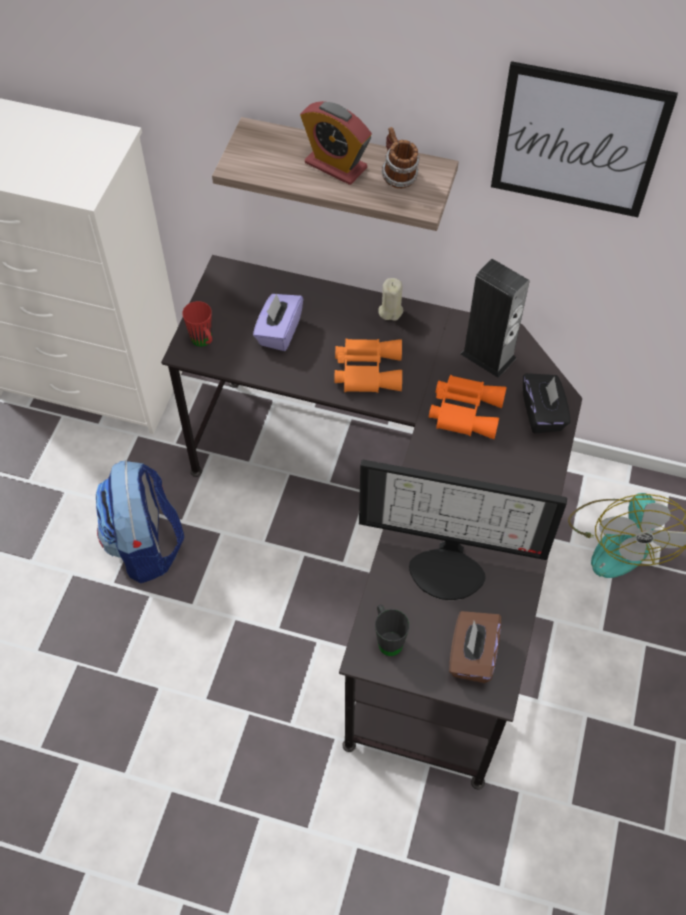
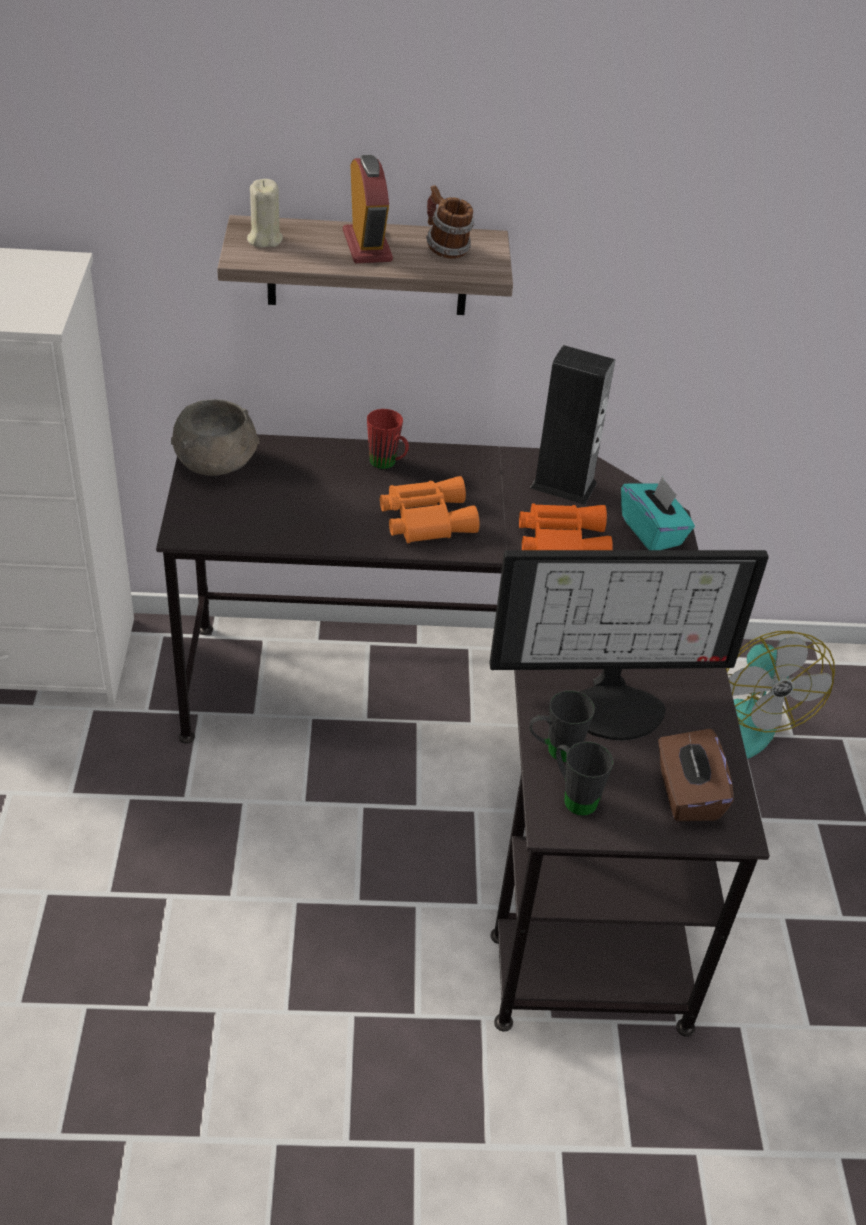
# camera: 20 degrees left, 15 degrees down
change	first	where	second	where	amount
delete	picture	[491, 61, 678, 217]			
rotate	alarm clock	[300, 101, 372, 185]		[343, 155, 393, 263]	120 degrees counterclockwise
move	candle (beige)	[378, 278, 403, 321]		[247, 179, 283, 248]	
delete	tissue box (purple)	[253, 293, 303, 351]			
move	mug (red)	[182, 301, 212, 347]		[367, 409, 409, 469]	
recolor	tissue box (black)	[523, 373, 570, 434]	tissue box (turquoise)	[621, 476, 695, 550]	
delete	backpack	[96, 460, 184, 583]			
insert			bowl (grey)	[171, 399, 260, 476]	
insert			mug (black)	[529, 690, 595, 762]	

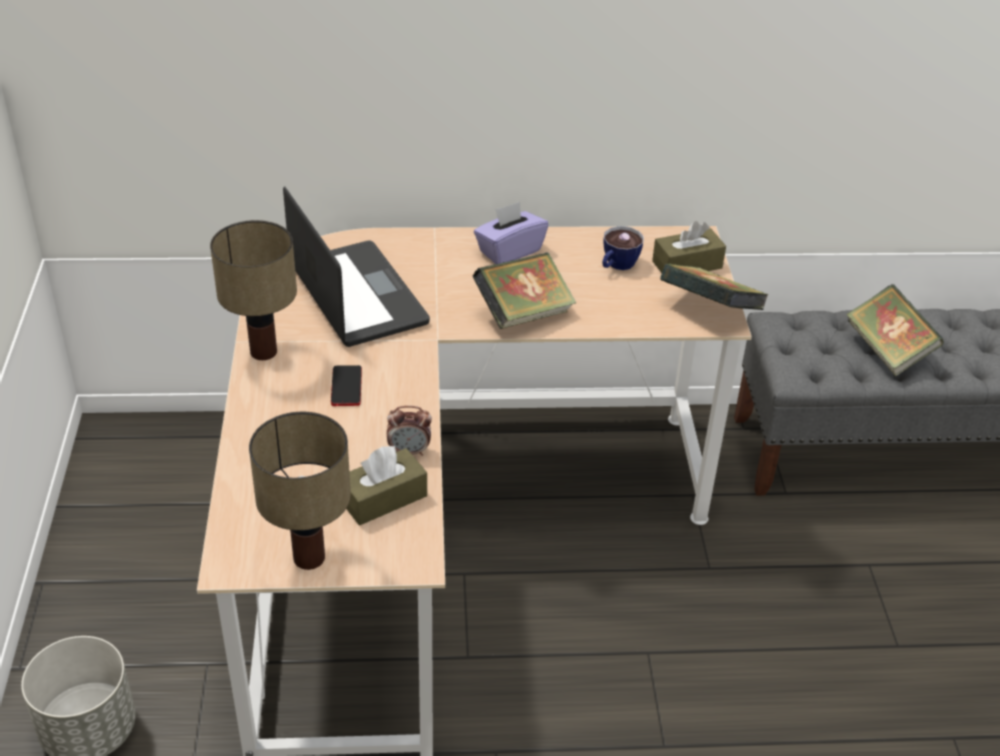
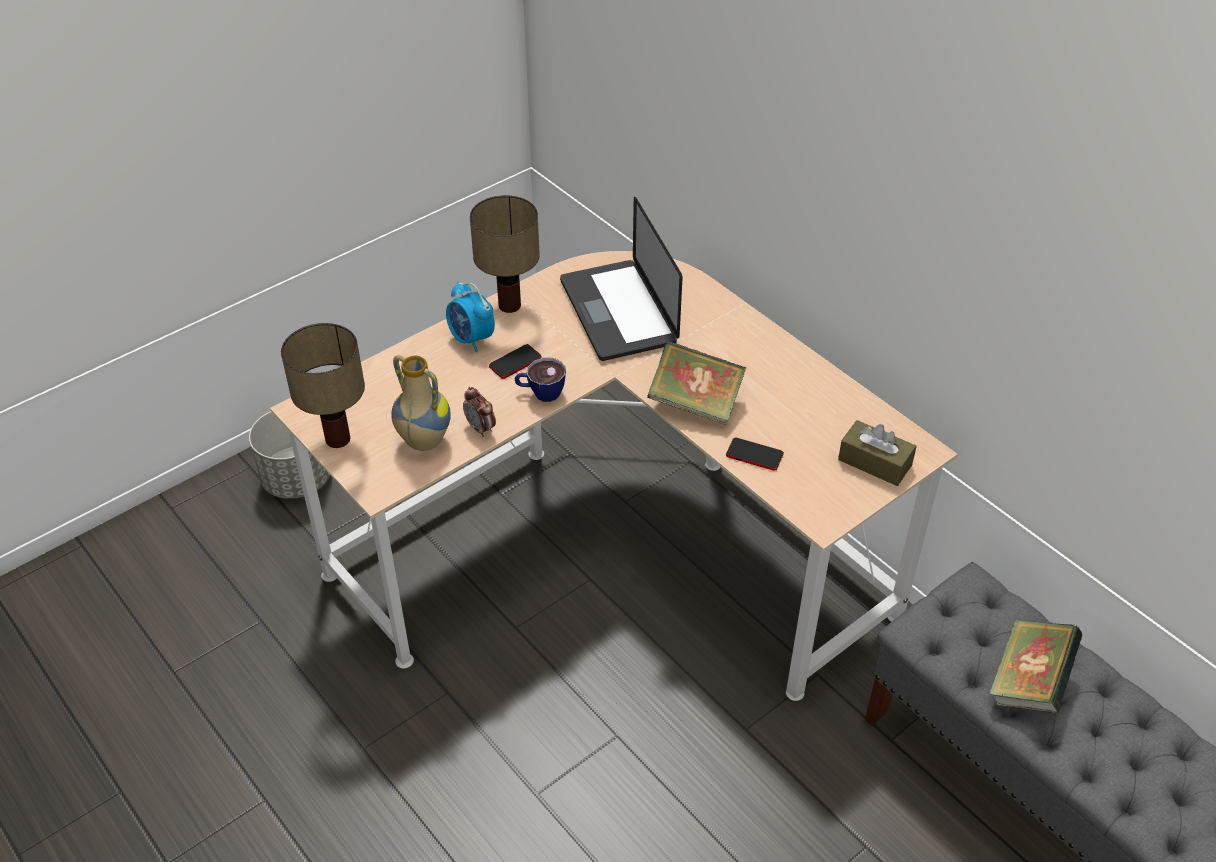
# camera: 55 degrees right, 5 degrees up
change	first	where	second	where	amount
rotate	laptop	[283, 186, 430, 347]		[560, 197, 683, 361]	135 degrees clockwise
delete	tissue box (purple)	[474, 202, 548, 264]			
move	cup	[603, 226, 644, 270]		[515, 357, 566, 402]	
delete	book	[660, 264, 768, 310]			
replace	tissue box (brown)	[346, 446, 427, 525]	vase	[391, 355, 451, 451]	
insert			alarm clock	[446, 282, 495, 352]	
insert			phone	[726, 438, 784, 471]	

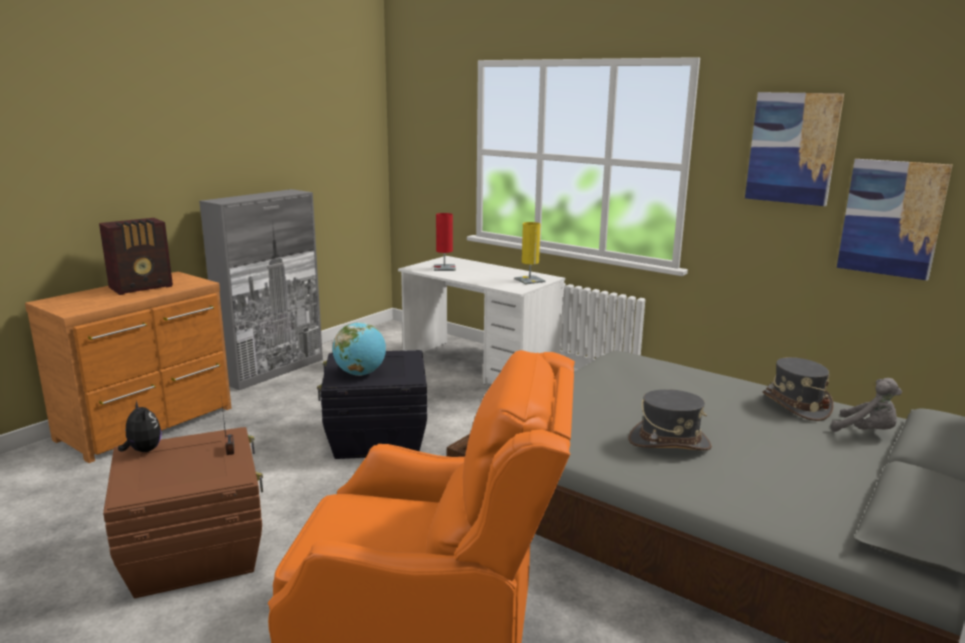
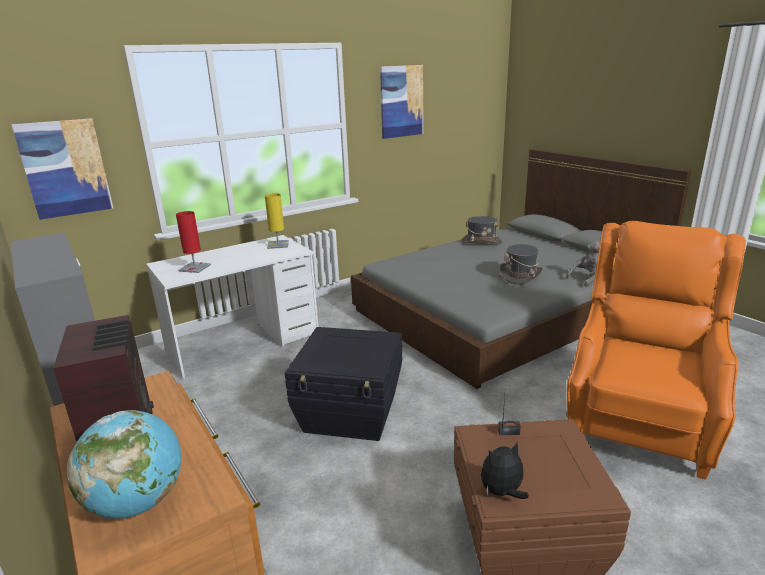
# camera: 70 degrees left, 5 degrees up
change	first	where	second	where	amount
move	picture	[837, 159, 953, 281]		[11, 118, 113, 220]	
move	globe	[333, 322, 386, 376]		[67, 410, 181, 519]	
move	plush toy (grey)	[831, 378, 902, 432]		[566, 241, 600, 287]	

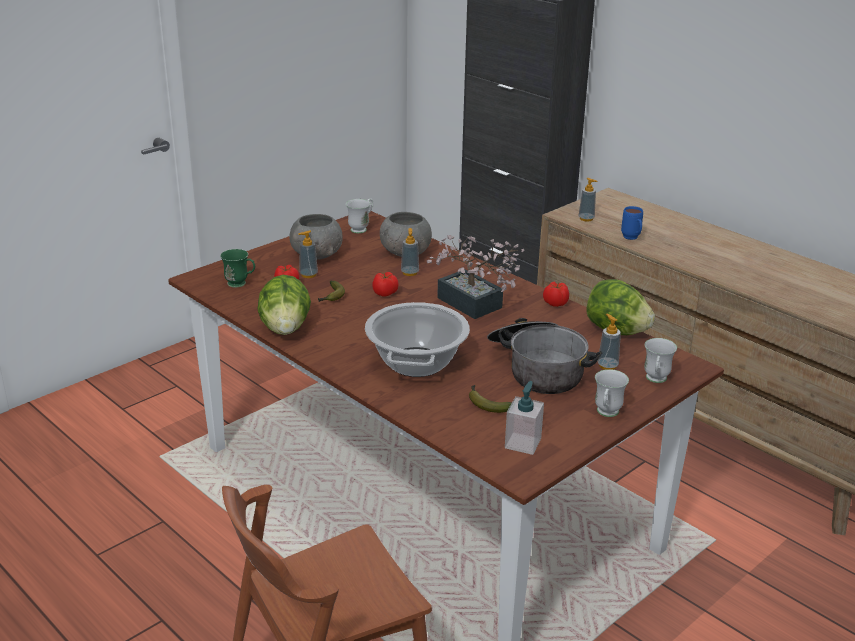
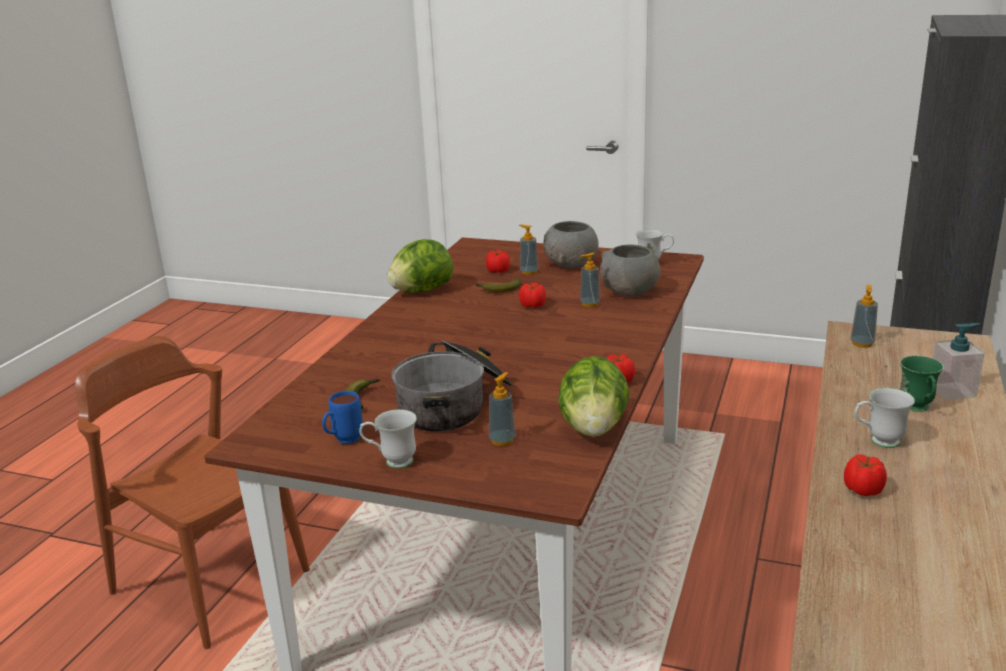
# camera: 65 degrees right, 5 degrees down
change	first	where	second	where	amount
move	mug (blue)	[621, 206, 643, 240]		[322, 391, 363, 444]	
delete	potted plant	[427, 235, 525, 319]			
move	mug (green)	[220, 249, 255, 288]		[900, 356, 944, 412]	
delete	cooking pot	[365, 302, 470, 377]			
move	mug (white)	[644, 338, 677, 383]		[855, 388, 915, 448]	
move	soap dispenser	[505, 381, 544, 455]		[933, 323, 985, 400]	
insert			tomato	[844, 454, 887, 496]	

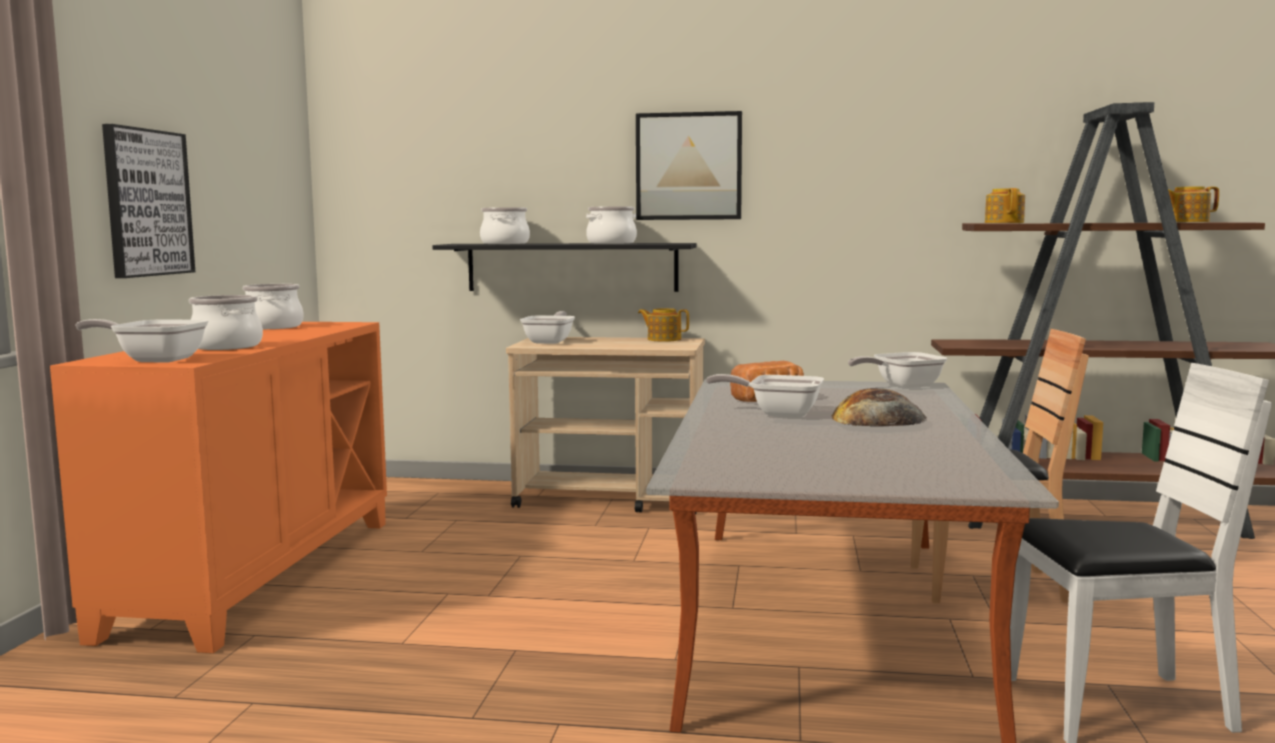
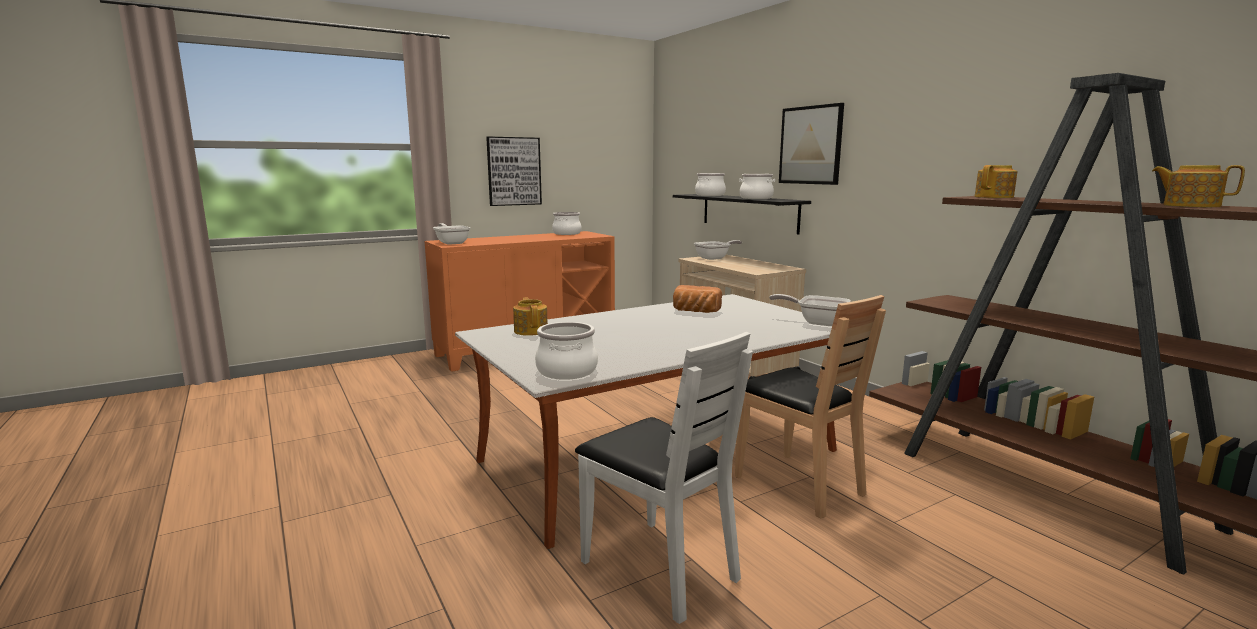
# camera: 50 degrees right, 5 degrees up
change	first	where	second	where	amount
move	cooking pot	[189, 295, 263, 350]		[535, 322, 598, 380]	
move	teapot	[638, 308, 689, 342]		[513, 297, 548, 336]	
delete	frying pan	[706, 374, 824, 418]			
delete	bread	[832, 388, 927, 426]			

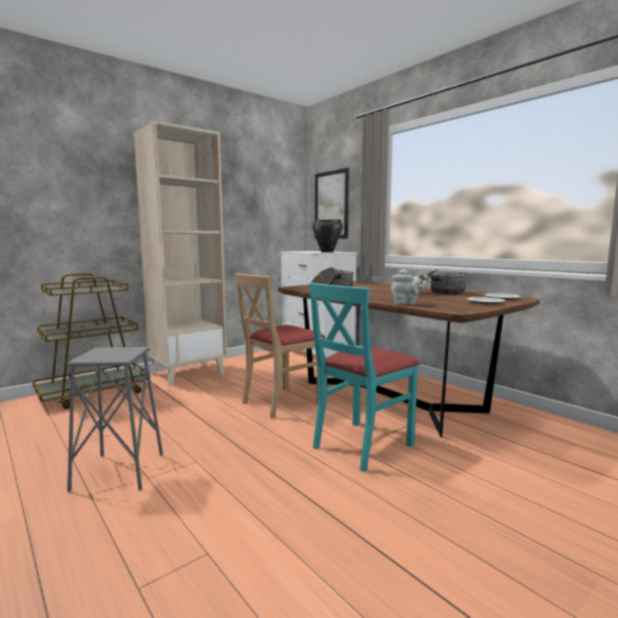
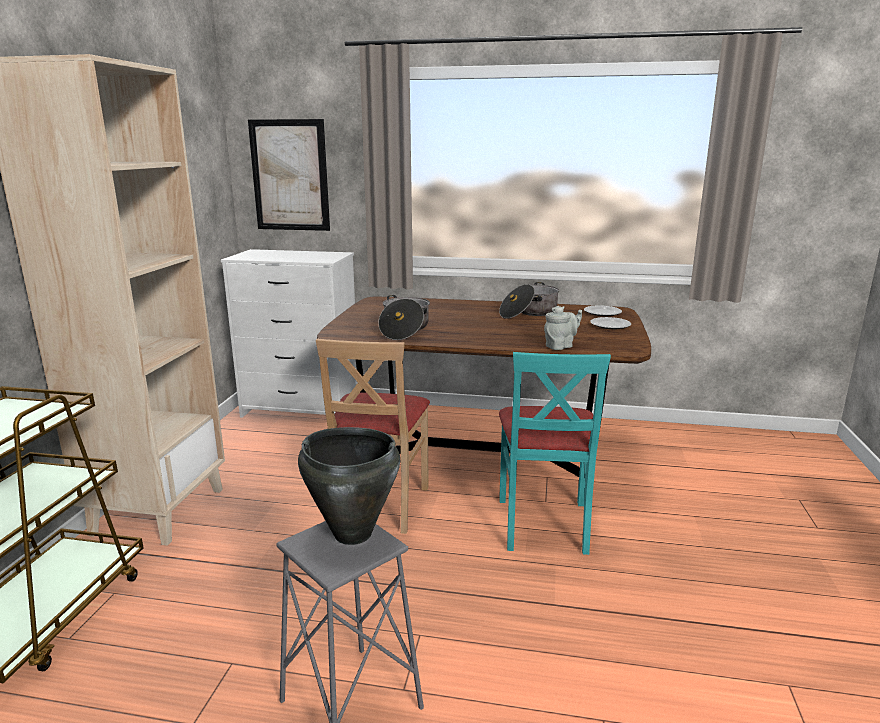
# camera: 40 degrees left, 10 degrees up
change	first	where	second	where	amount
move	cooking pot (black)	[312, 219, 343, 253]		[298, 427, 400, 545]	

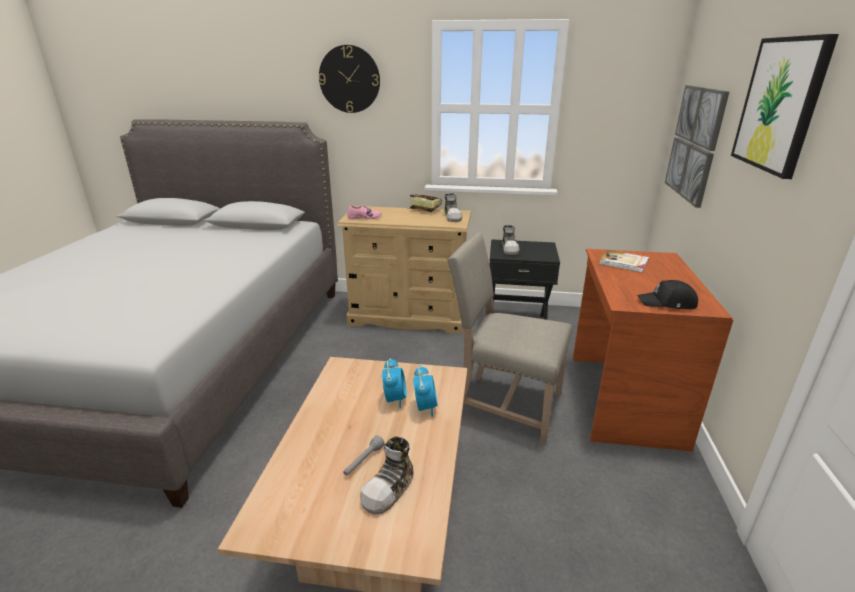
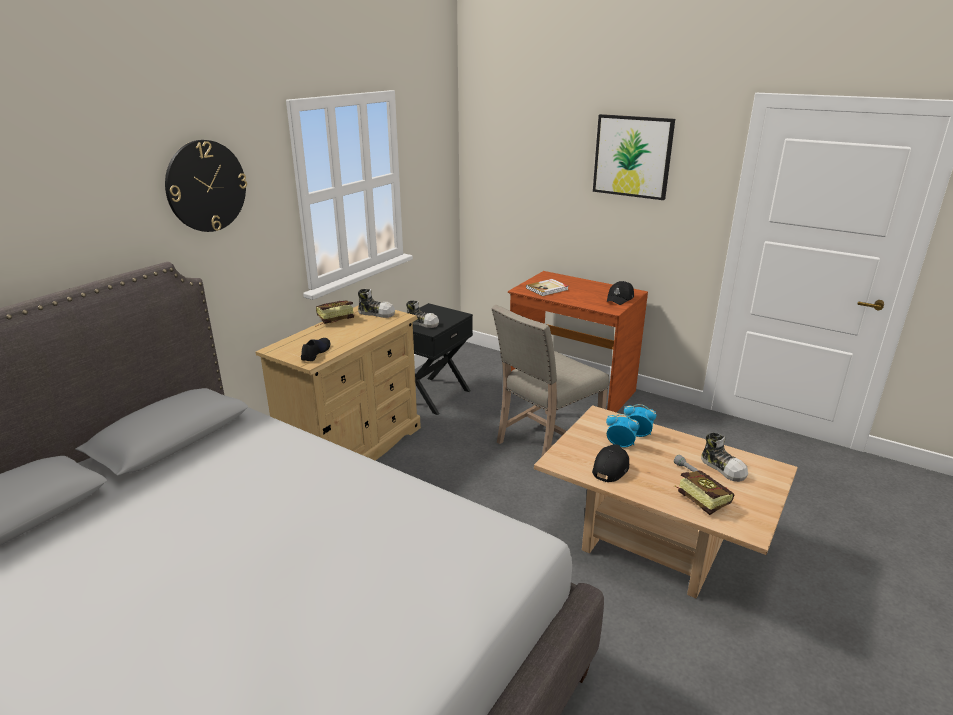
# camera: 65 degrees left, 0 degrees up
change	first	where	second	where	amount
delete	picture	[665, 85, 729, 208]			
recolor	shoe (pink)	[347, 205, 382, 220]	shoe (black)	[301, 338, 330, 361]	
insert			cap (black)	[592, 444, 629, 482]	
insert			book	[674, 470, 734, 515]	

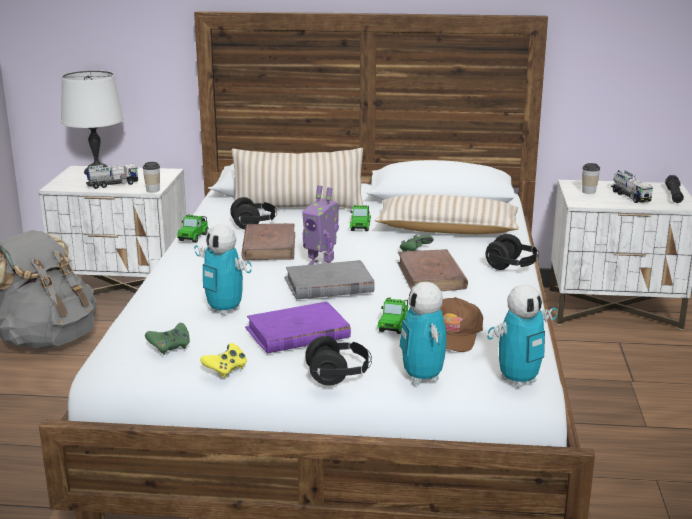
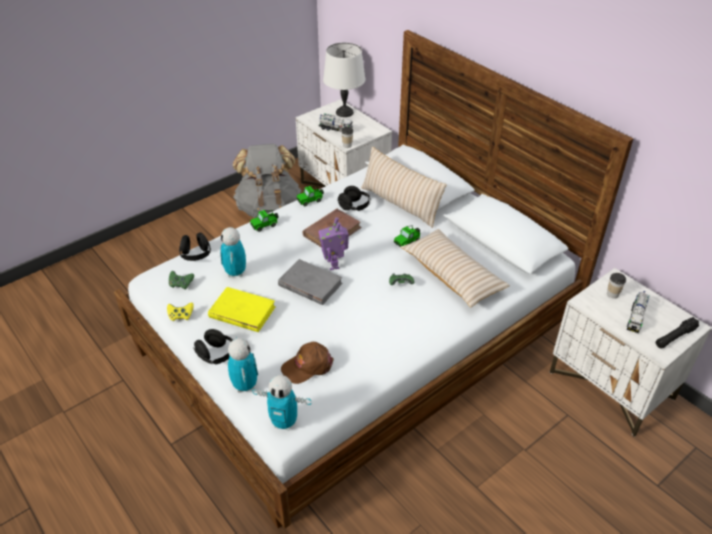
# camera: 45 degrees right, 20 degrees up
change	first	where	second	where	amount
move	headphones (black)	[485, 234, 539, 270]		[179, 233, 211, 261]	
delete	book (brown)	[398, 249, 468, 291]			
rotate	toy robot	[400, 282, 446, 384]		[228, 337, 258, 393]	135 degrees clockwise
move	toy car	[377, 298, 408, 334]		[250, 210, 278, 232]	
recolor	book (purple)	[245, 301, 351, 354]	book (yellow)	[208, 287, 276, 332]	

